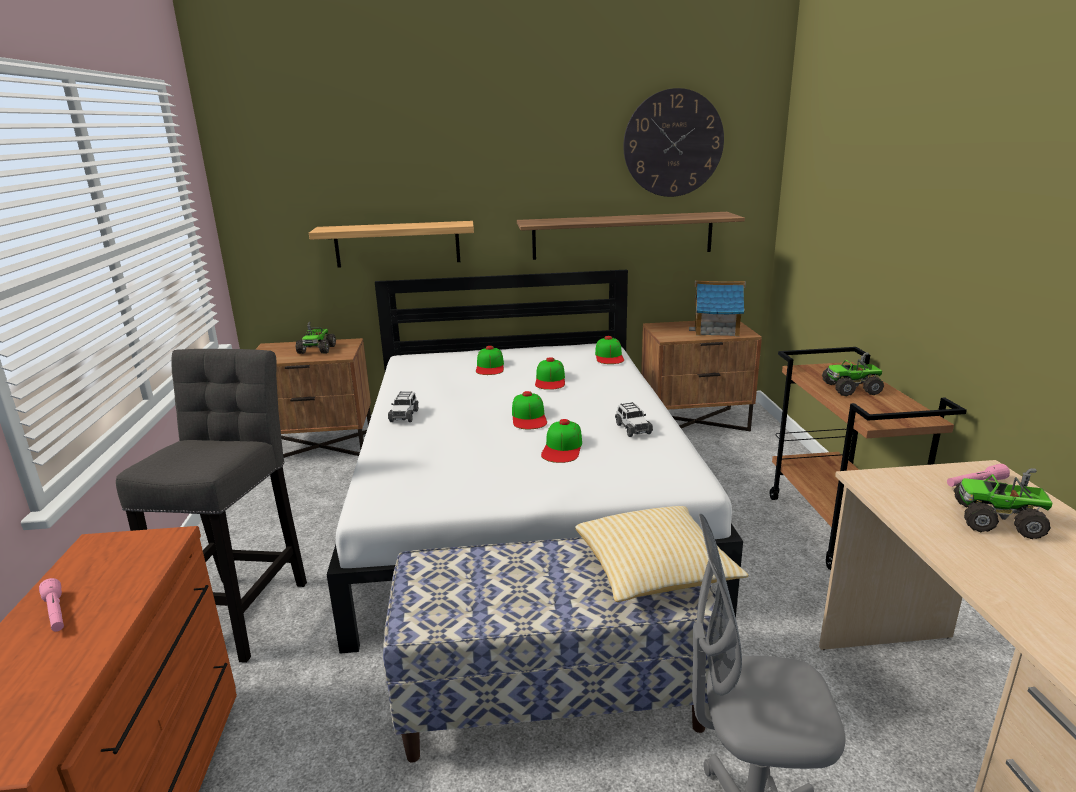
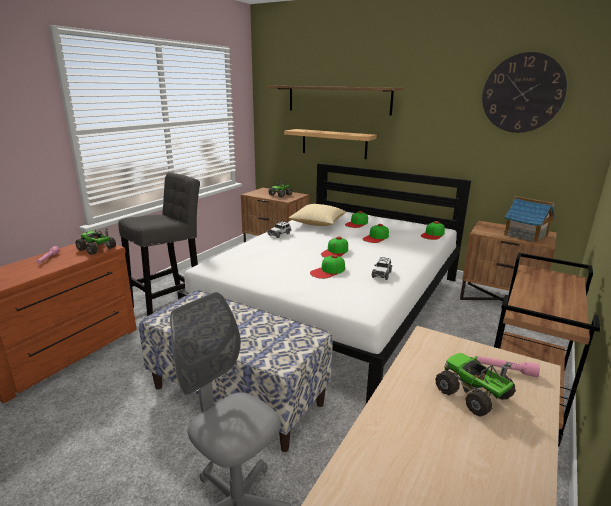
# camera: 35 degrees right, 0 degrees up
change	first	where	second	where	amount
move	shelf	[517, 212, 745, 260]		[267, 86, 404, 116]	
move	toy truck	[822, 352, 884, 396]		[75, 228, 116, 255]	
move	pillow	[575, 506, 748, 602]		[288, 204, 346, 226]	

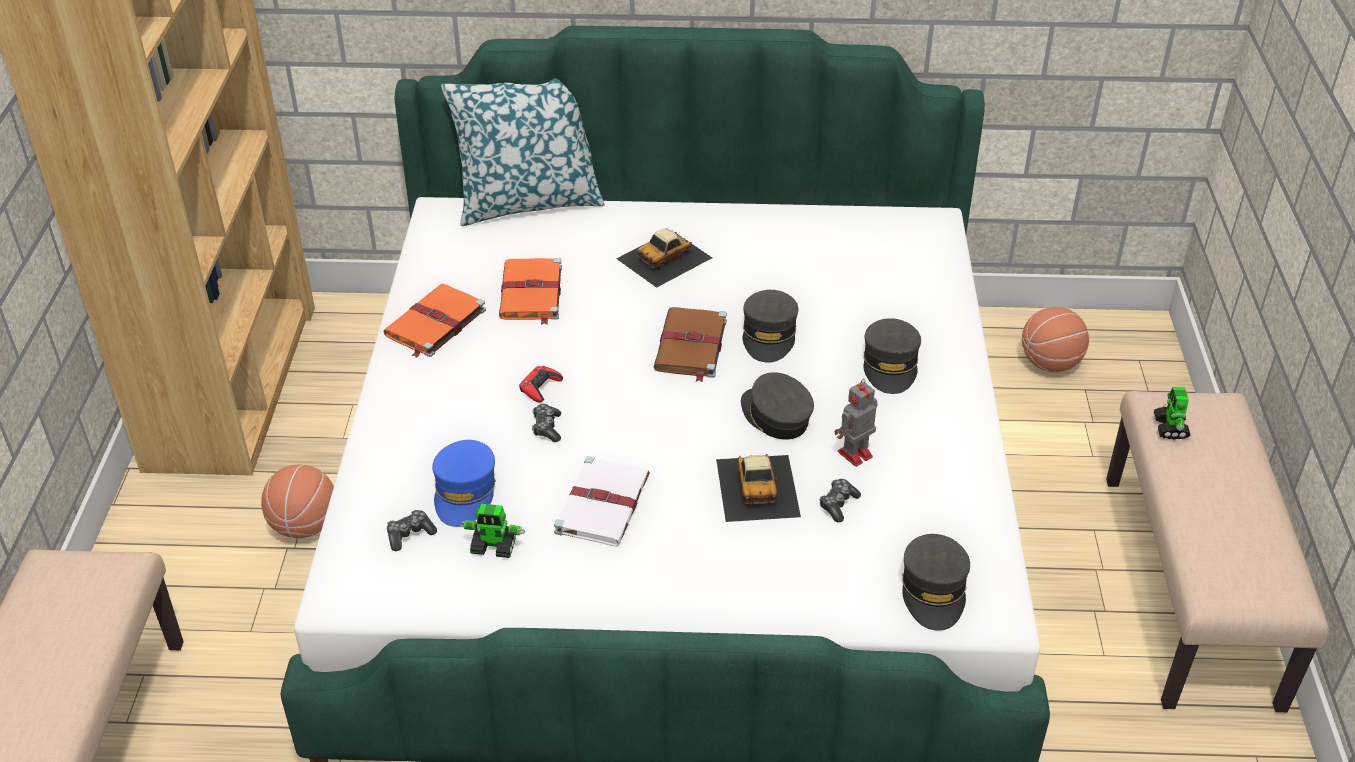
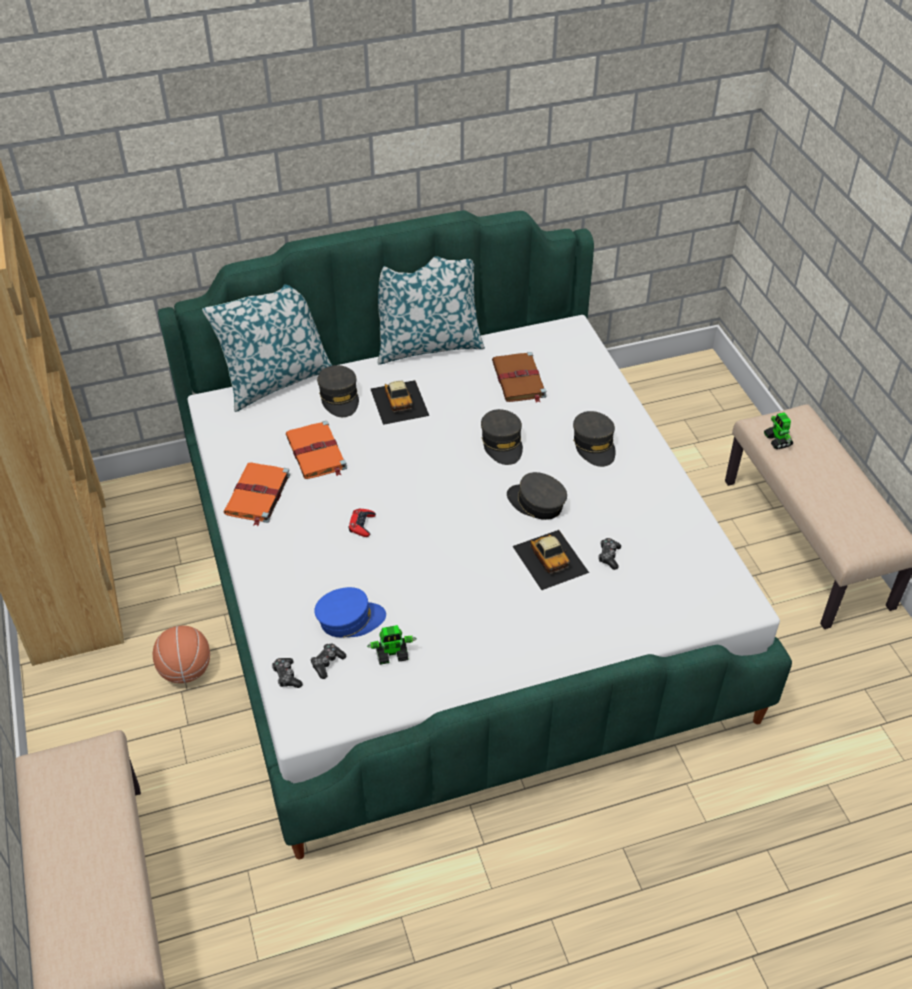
# camera: 20 degrees left, 5 degrees up
change	first	where	second	where	amount
rotate	toy car	[616, 229, 712, 288]		[371, 380, 429, 425]	45 degrees counterclockwise
move	book (brown)	[654, 307, 727, 382]		[492, 352, 547, 403]	
delete	basketball	[1022, 307, 1089, 372]			
delete	toy robot	[835, 379, 877, 467]			
move	game controller	[532, 404, 561, 442]		[272, 658, 303, 688]	
rotate	cap (blue)	[432, 440, 496, 527]		[314, 587, 386, 637]	90 degrees counterclockwise
delete	book (white)	[554, 456, 650, 546]			
move	cap (grey)	[902, 534, 970, 631]		[317, 365, 359, 417]	
insert			pillow	[378, 256, 485, 365]	

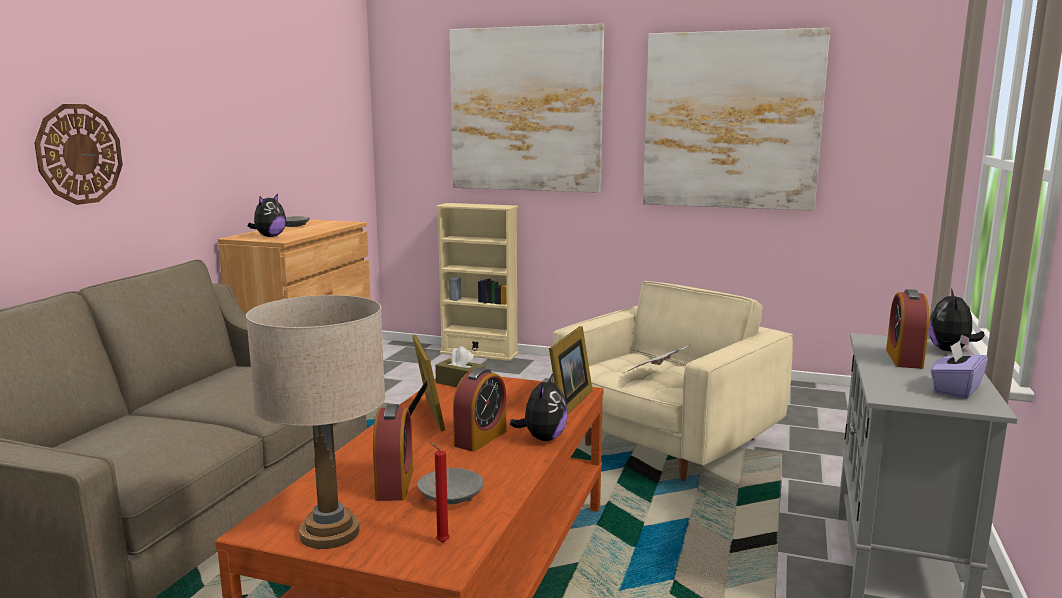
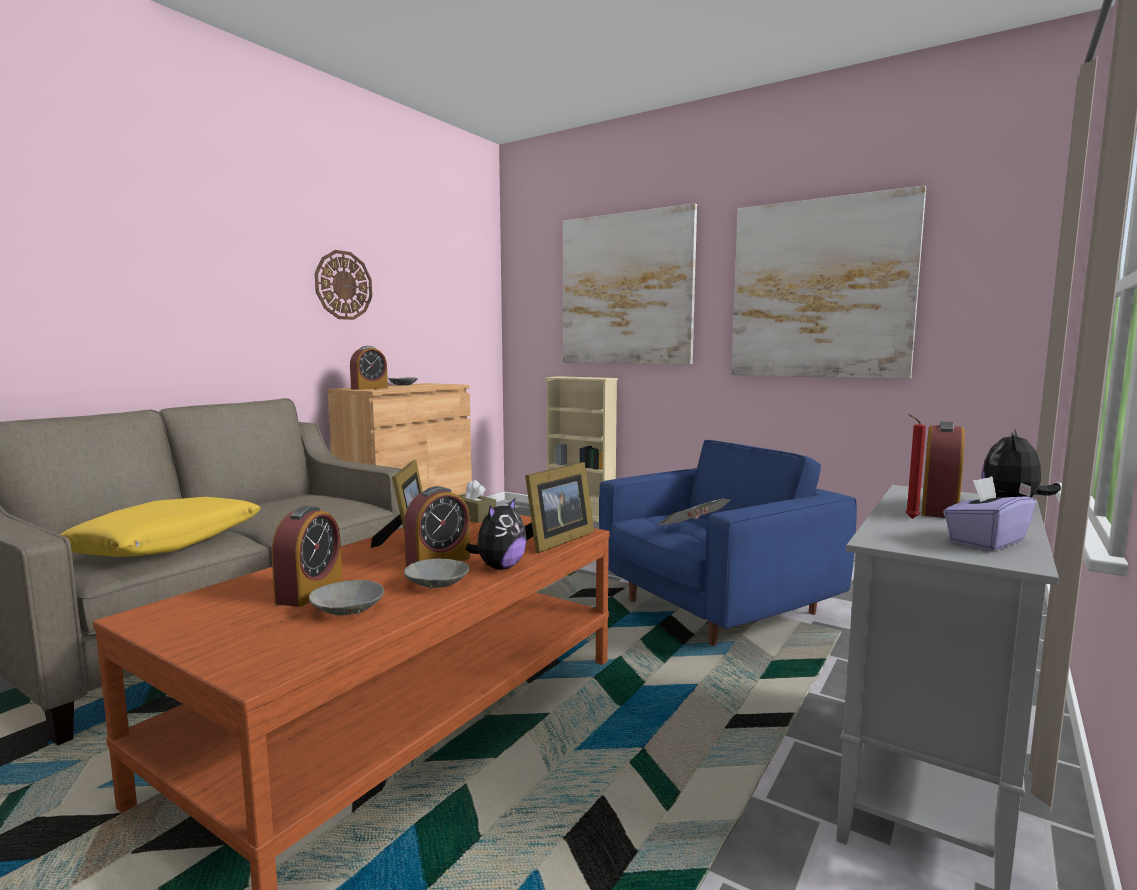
# camera: 15 degrees right, 5 degrees down
change	first	where	second	where	amount
move	wall clock	[35, 104, 123, 205]		[315, 250, 372, 320]	
replace	plush toy	[248, 194, 286, 237]	alarm clock	[350, 346, 388, 390]	
recolor	armchair (beige)	[553, 281, 793, 481]	armchair (blue)	[599, 440, 857, 646]	
delete	table lamp (beige)	[246, 295, 385, 549]			
move	candle (red)	[429, 441, 450, 543]		[905, 414, 926, 519]	
insert			pillow (yellow)	[60, 497, 261, 557]	
insert			bowl (grey)	[404, 559, 469, 589]	

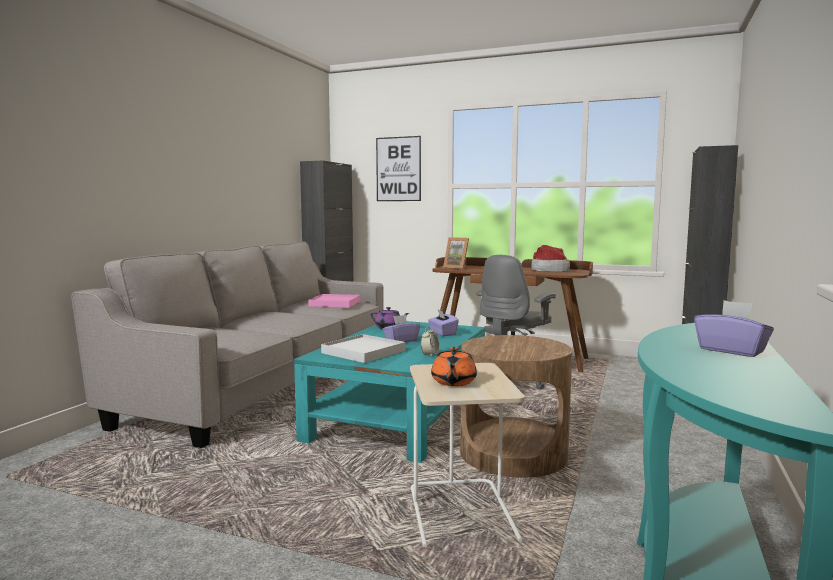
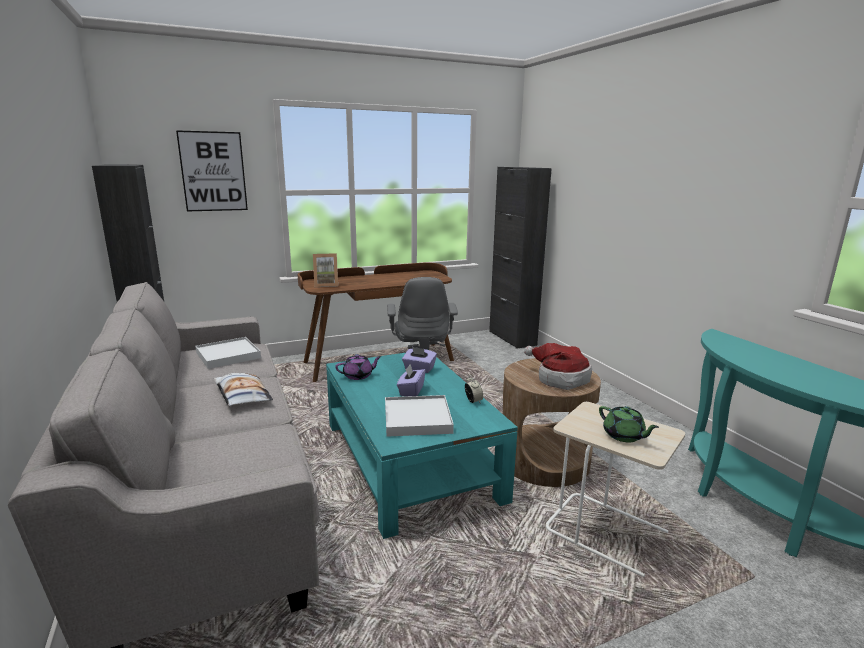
# camera: 45 degrees left, 10 degrees up
change	first	where	second	where	amount
move	hat	[531, 245, 570, 272]		[524, 343, 592, 390]	
recolor	tray (pink)	[308, 294, 361, 308]	tray (white)	[195, 337, 261, 369]	
delete	tissue box (purple)	[694, 300, 774, 357]			
recolor	teapot (orange)	[431, 347, 477, 386]	teapot (green)	[599, 406, 659, 442]	
insert			pillow	[214, 373, 273, 406]	

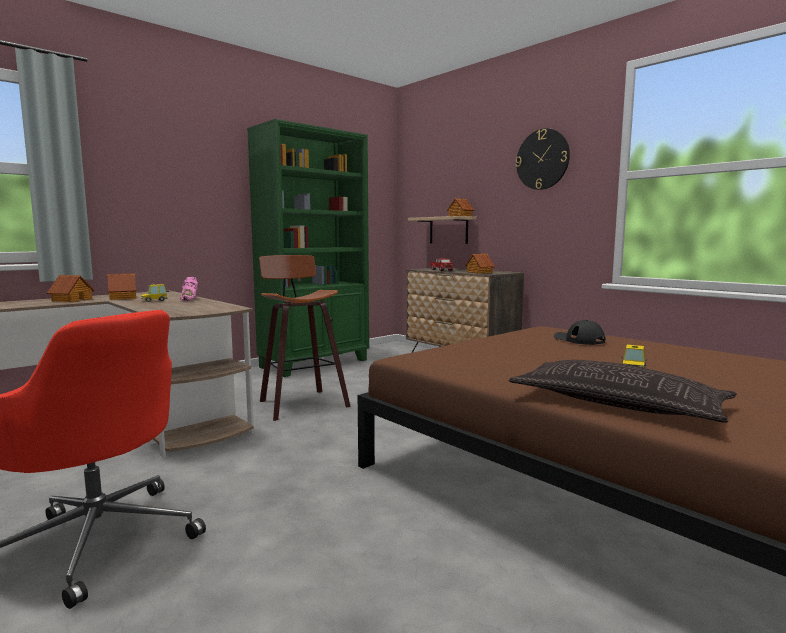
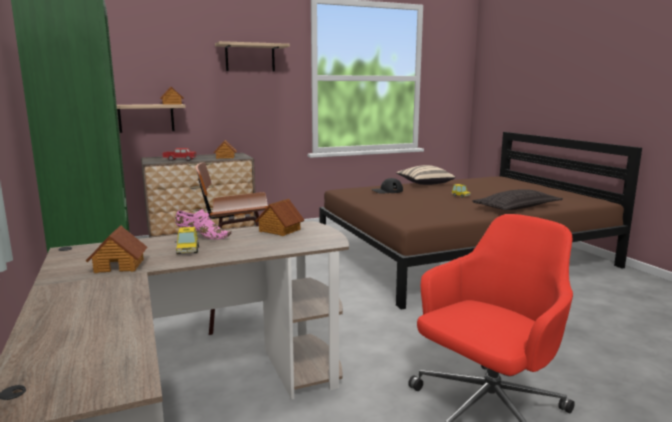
# camera: 70 degrees left, 5 degrees up
change	first	where	second	where	amount
replace	wall clock	[516, 128, 570, 190]	shelf	[215, 41, 290, 72]	
move	toy house	[47, 275, 95, 302]		[255, 199, 304, 236]	
insert			pillow (beige)	[396, 165, 455, 185]	

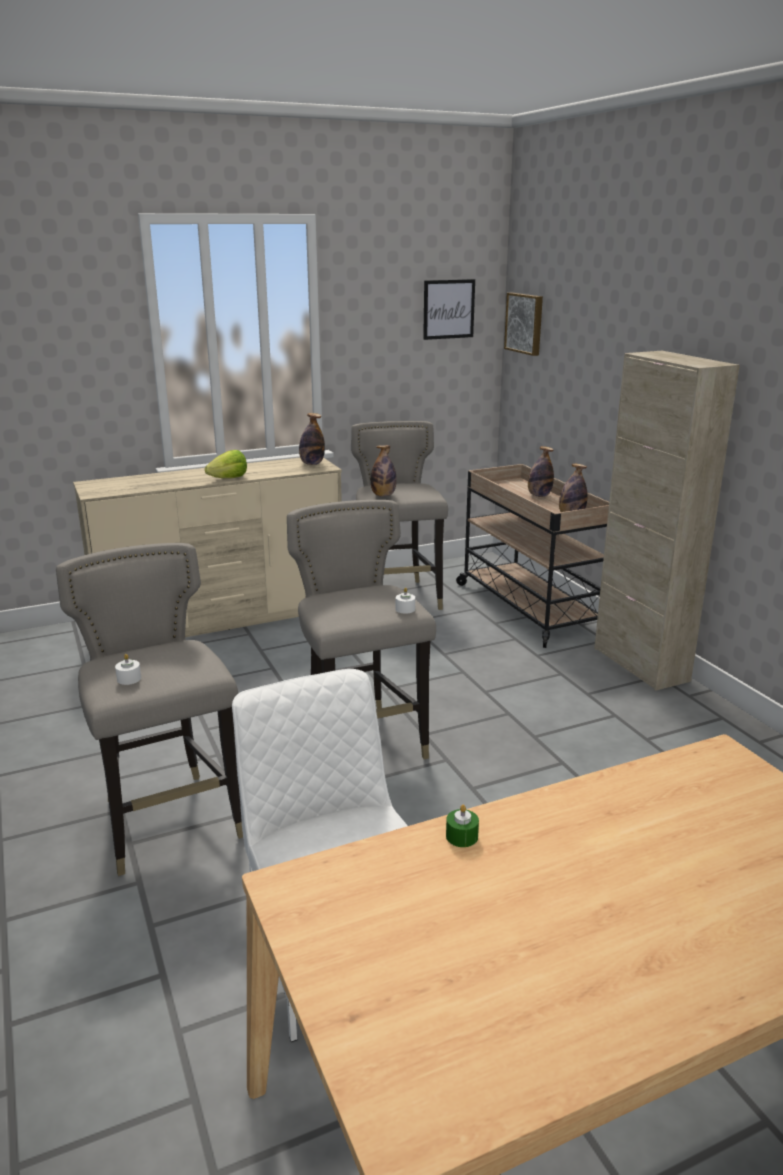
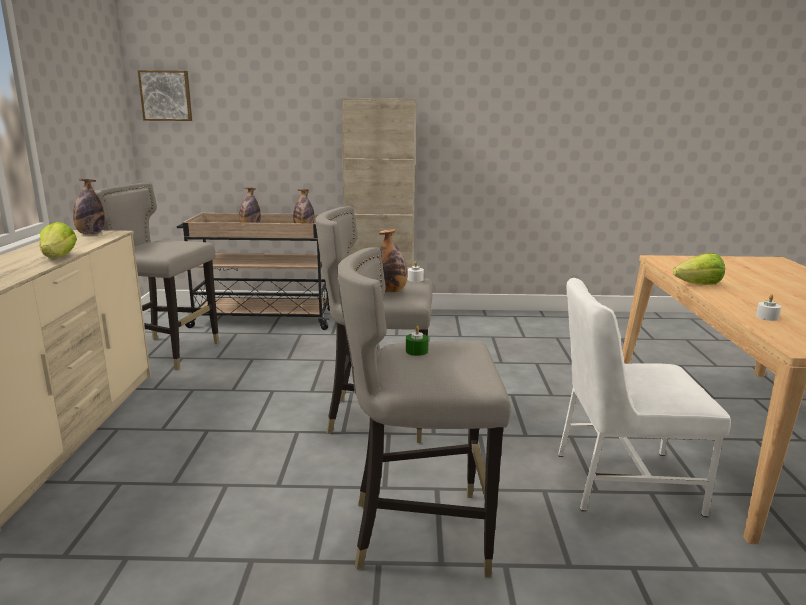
# camera: 65 degrees left, 5 degrees down
change	first	where	second	where	amount
delete	picture	[423, 279, 475, 340]			
move	bottle	[371, 445, 397, 497]		[379, 229, 407, 293]	
move	candle (white)	[115, 654, 141, 685]		[756, 295, 781, 321]	
move	candle (green)	[446, 804, 479, 847]		[406, 326, 429, 356]	
insert			lettuce	[673, 253, 725, 285]	

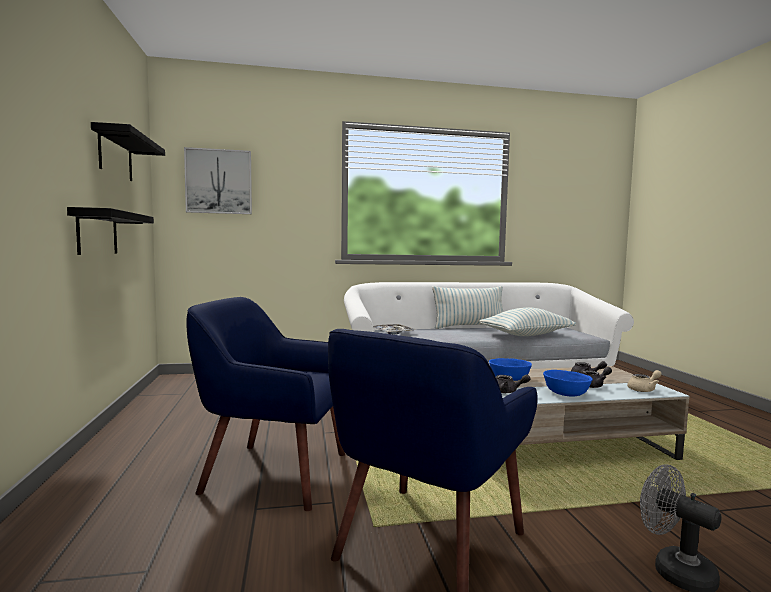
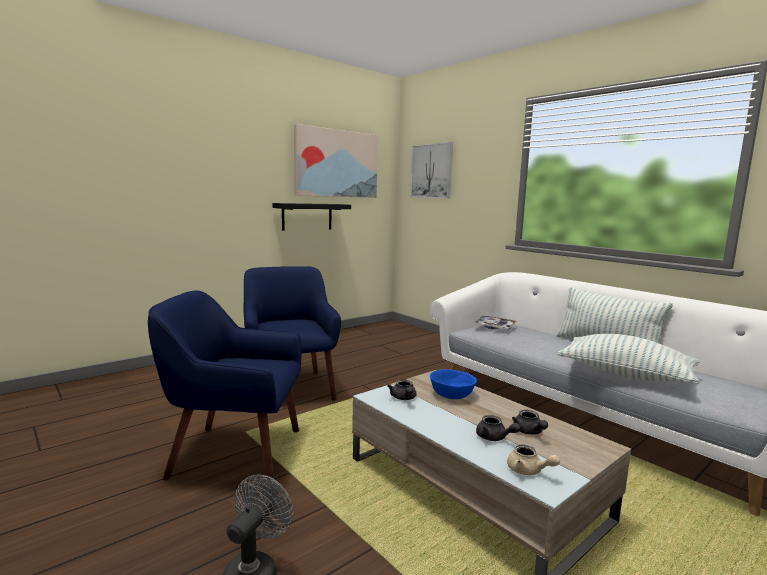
# camera: 60 degrees right, 5 degrees up
change	first	where	second	where	amount
replace	shelf (black)	[91, 122, 165, 181]	picture	[294, 124, 378, 198]	
delete	bowl (blue)	[543, 370, 593, 397]			

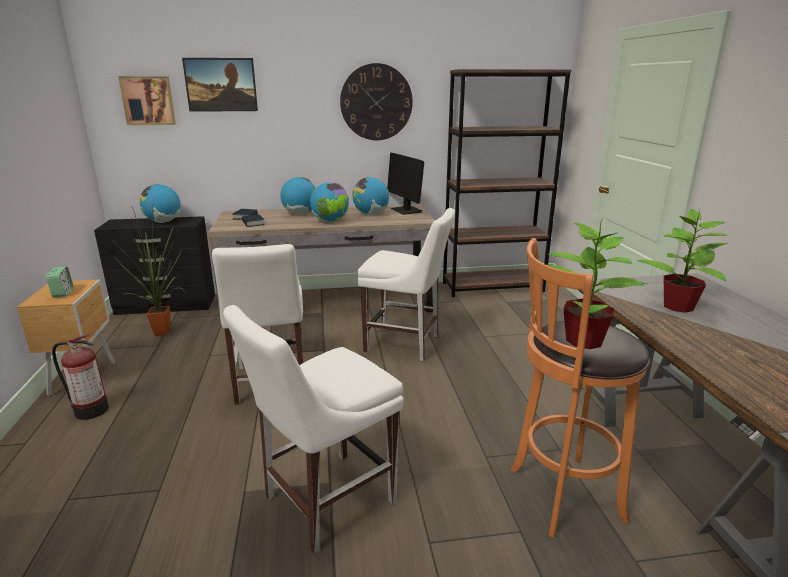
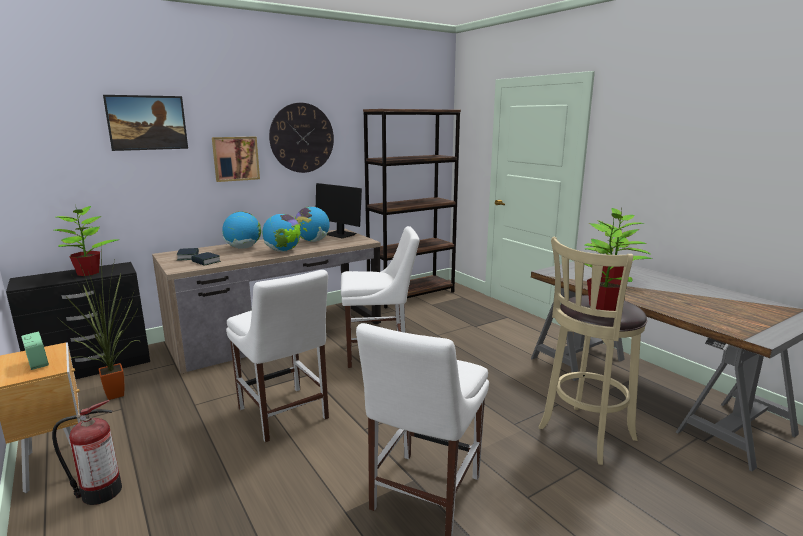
# camera: 25 degrees left, 5 degrees down
change	first	where	second	where	amount
move	picture	[118, 76, 176, 125]		[212, 137, 260, 182]	
replace	globe	[139, 184, 181, 223]	potted plant	[54, 206, 118, 276]	
recolor	stool (orange)	[510, 238, 650, 538]	stool (beige)	[539, 237, 647, 465]	

